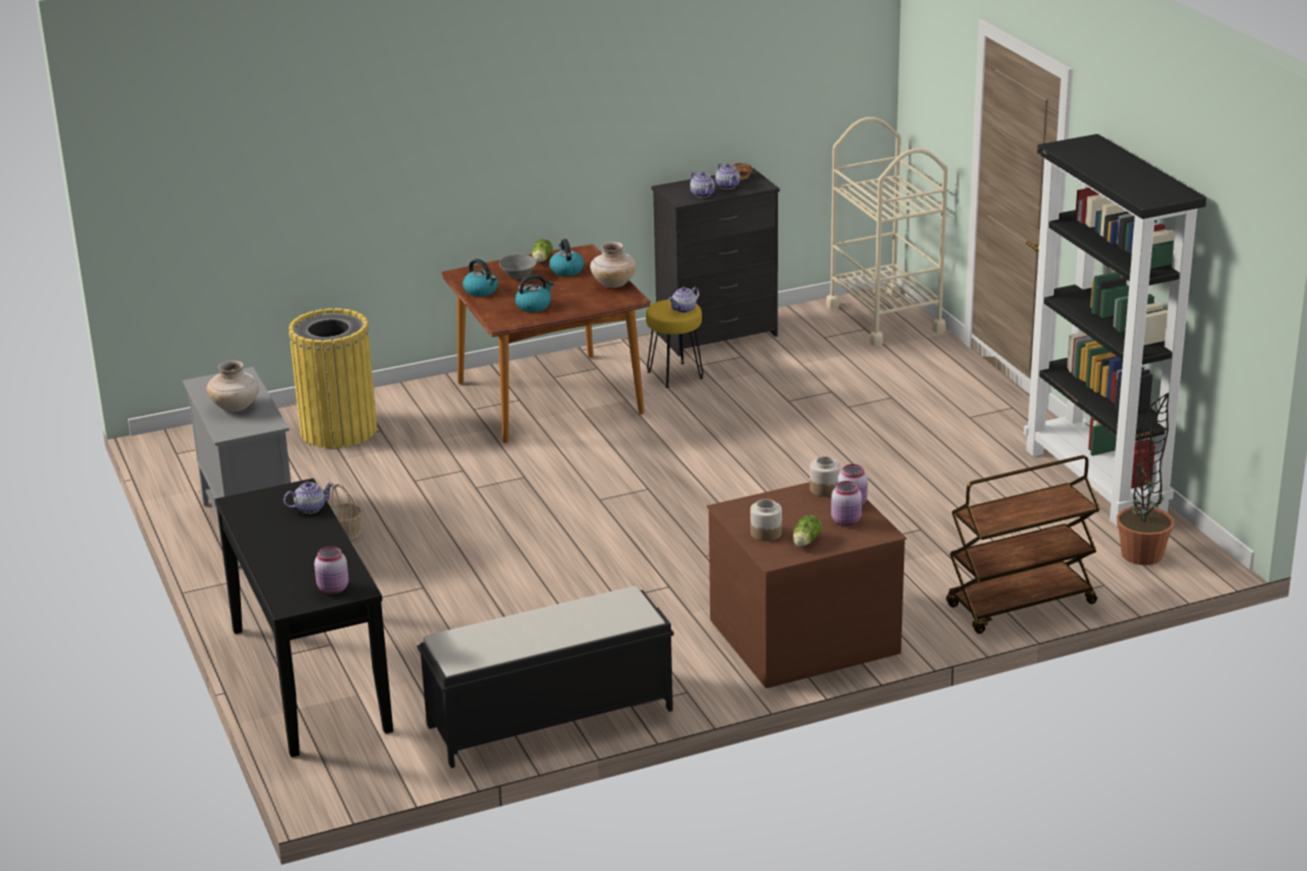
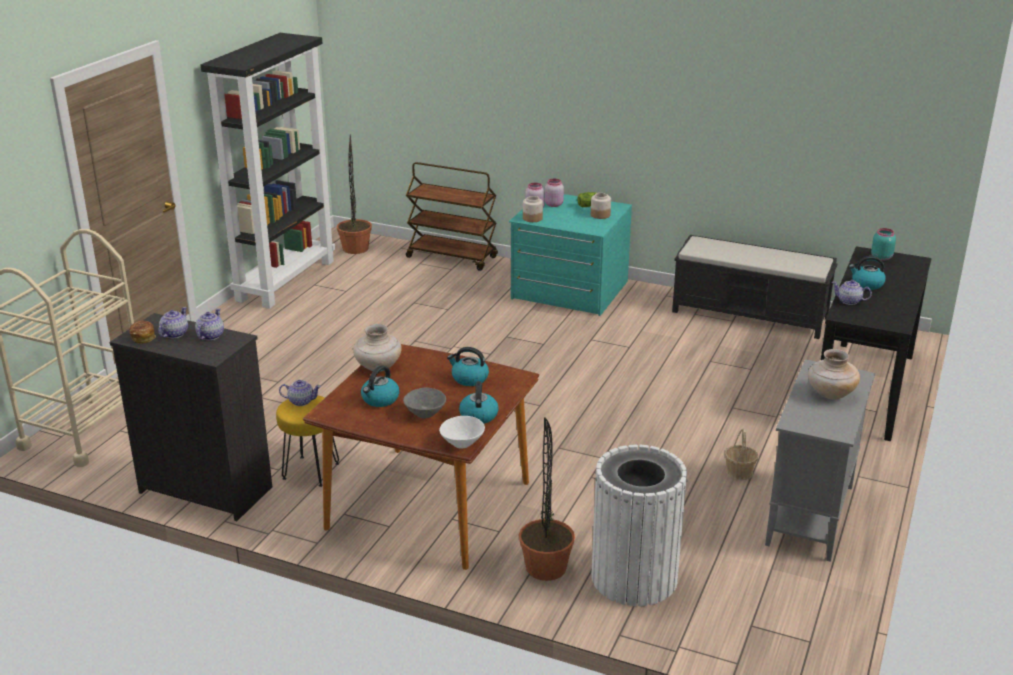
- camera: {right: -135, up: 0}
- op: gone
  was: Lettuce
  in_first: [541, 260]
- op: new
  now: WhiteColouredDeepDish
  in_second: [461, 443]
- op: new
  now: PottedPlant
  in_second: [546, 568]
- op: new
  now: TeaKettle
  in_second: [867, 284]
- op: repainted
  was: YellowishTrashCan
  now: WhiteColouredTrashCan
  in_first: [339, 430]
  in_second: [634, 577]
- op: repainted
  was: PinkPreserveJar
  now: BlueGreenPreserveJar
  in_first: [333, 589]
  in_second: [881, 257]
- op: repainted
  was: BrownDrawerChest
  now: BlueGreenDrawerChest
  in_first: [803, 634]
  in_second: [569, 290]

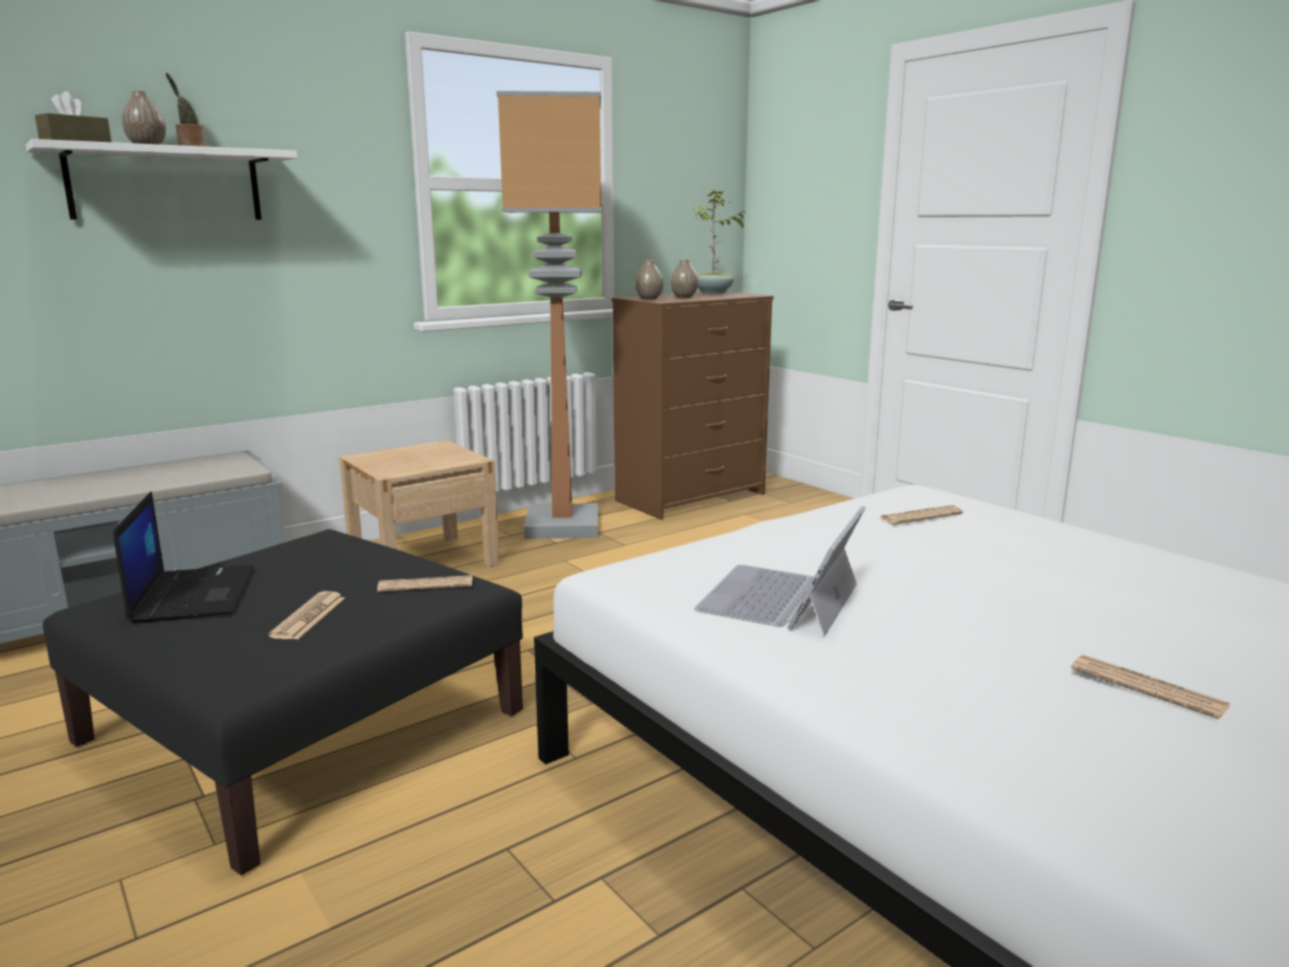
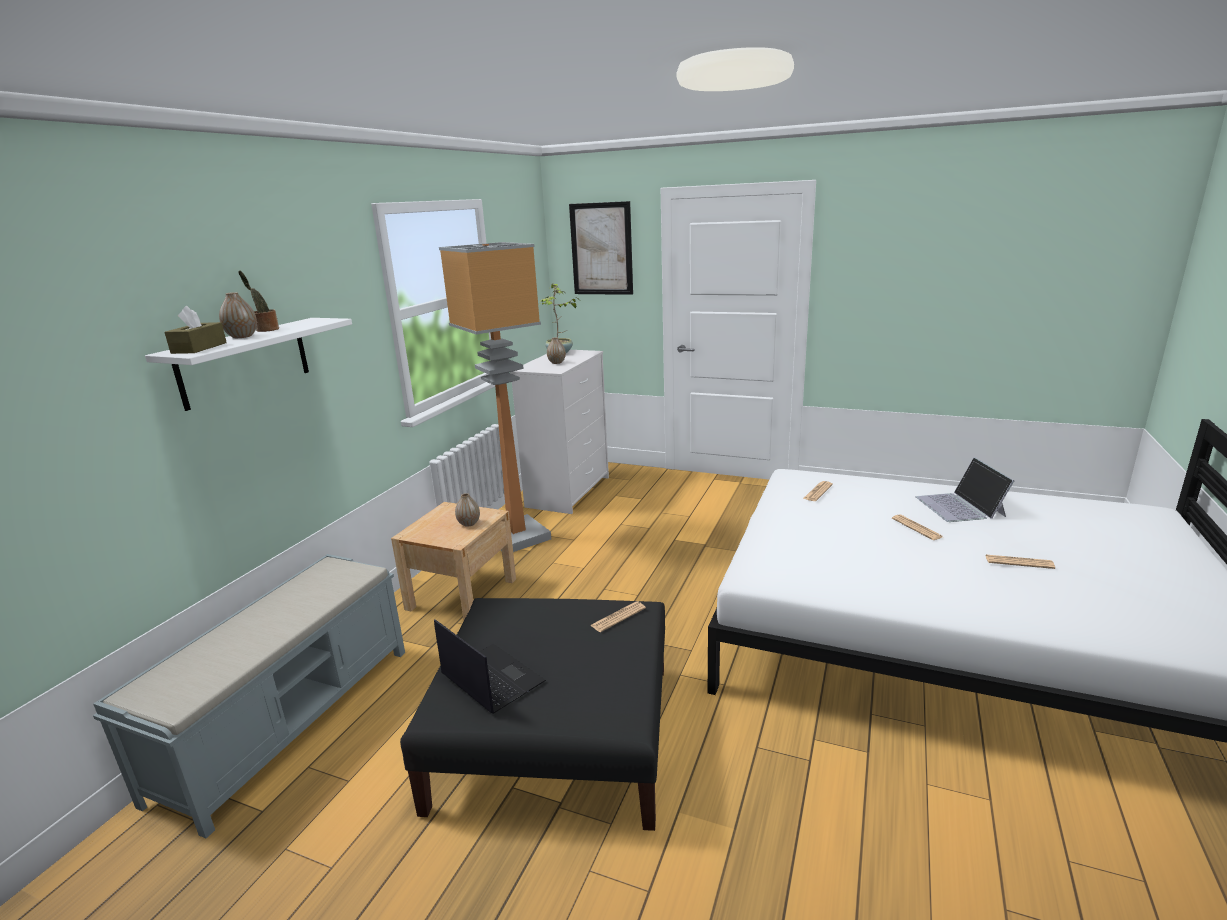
- camera: {right: -30, up: 5}
- op: new
  now: Picture
  in_second: [601, 249]
- op: shifted
  was: PrintedPaper
  in_first: [308, 617]
  in_second: [917, 528]
- op: shifted
  was: FlowerVase
  in_first: [649, 299]
  in_second: [469, 523]
- op: shifted
  was: PortableComputer
  in_first: [781, 598]
  in_second: [960, 506]
- op: repainted
  was: BrownDrawerChest
  now: WhiteColouredDrawerChest
  in_first: [691, 497]
  in_second: [568, 491]

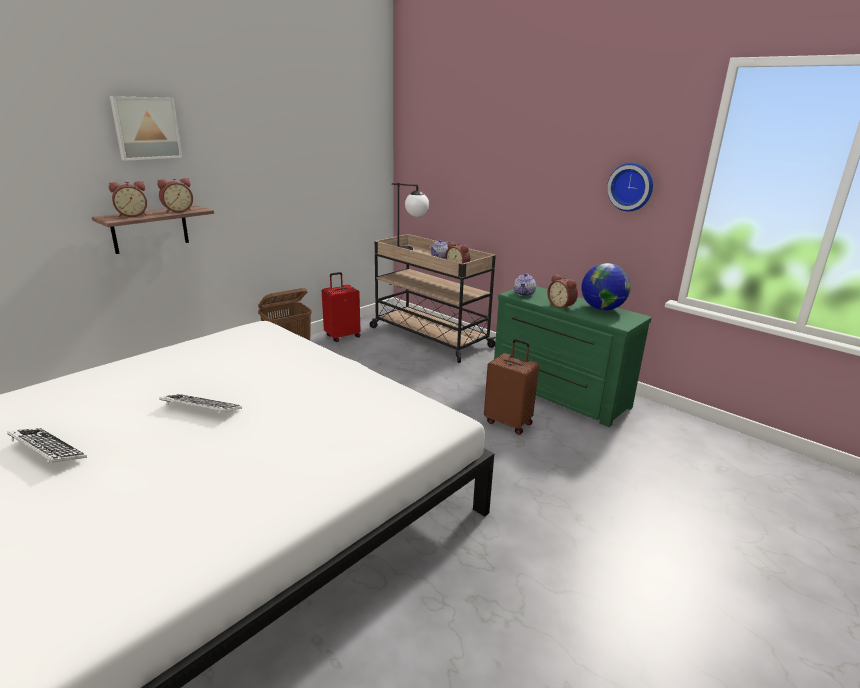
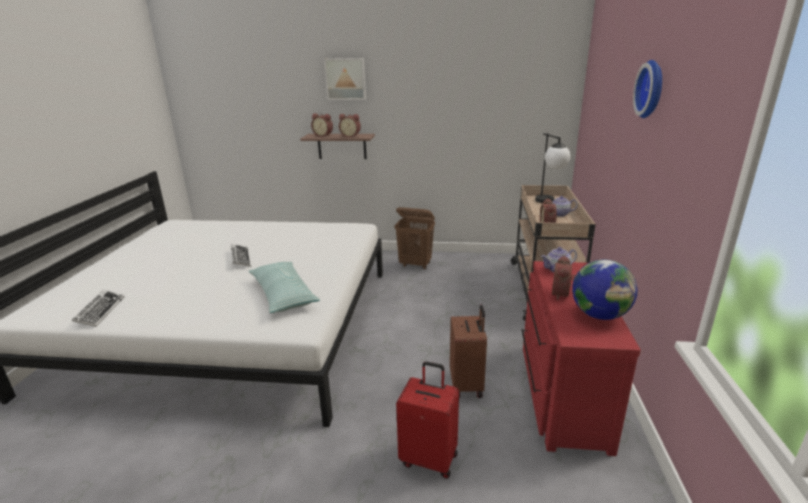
- camera: {right: 55, up: 0}
- op: new
  now: ThrowPillow
  in_second: [283, 295]
- op: shifted
  was: PcKeyboard
  in_first: [47, 450]
  in_second: [100, 311]
- op: shifted
  was: RedPieceOfLuggage
  in_first: [342, 336]
  in_second: [429, 458]
- op: shifted
  was: WallClock
  in_first: [631, 186]
  in_second: [652, 89]
- op: repainted
  was: GreenColouredDrawerChest
  now: RedDrawerChest
  in_first: [557, 394]
  in_second: [560, 393]

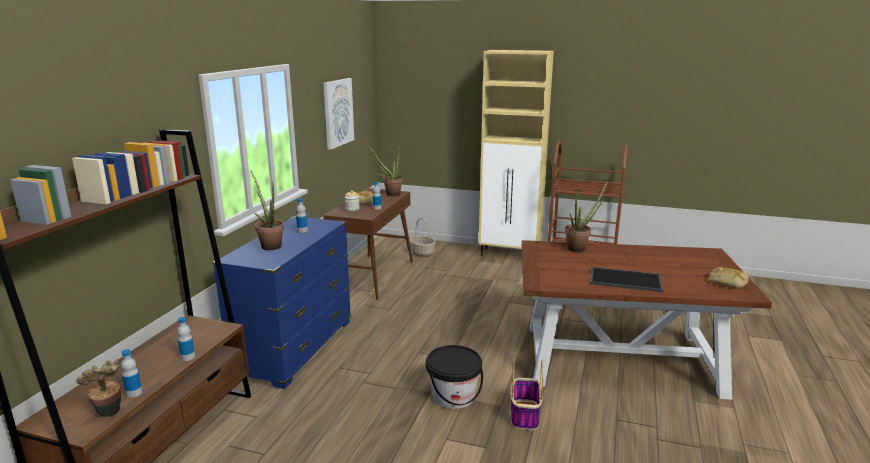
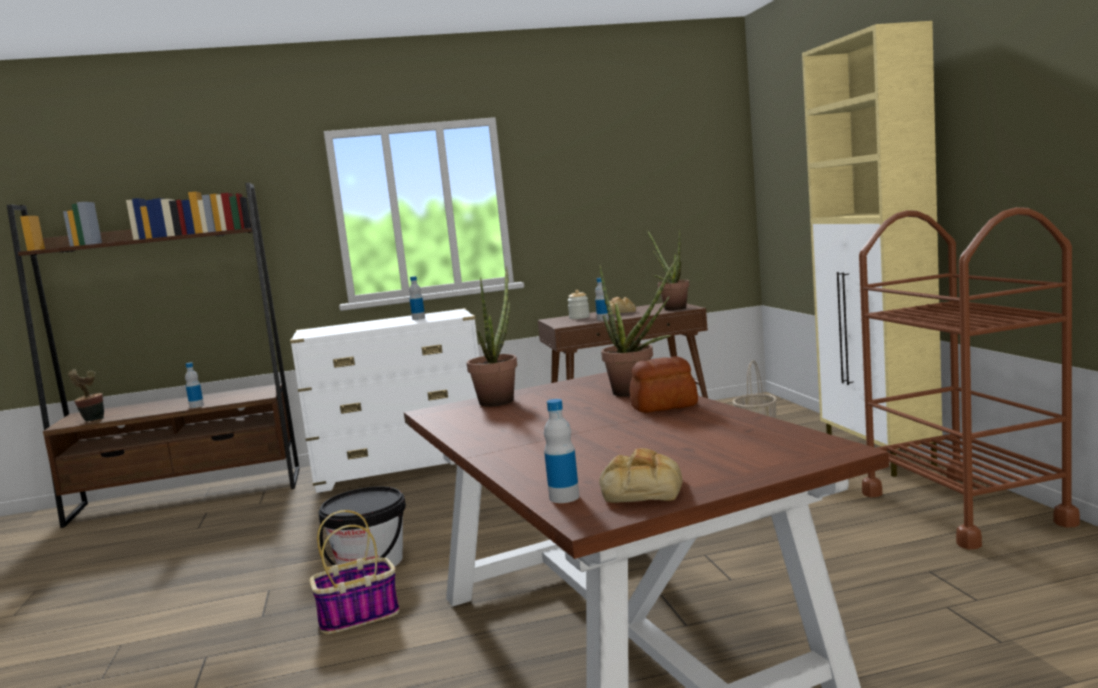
- camera: {right: 60, up: -10}
- op: gone
  was: Picture
  in_first: [338, 112]
- op: gone
  was: ServingTray
  in_first: [624, 280]
- op: new
  now: BakeryBread
  in_second: [663, 406]
- op: shifted
  was: BeverageBottle
  in_first: [134, 393]
  in_second: [564, 497]
- op: shifted
  was: PottedPlant
  in_first: [269, 245]
  in_second: [500, 399]
- op: repainted
  was: BluishDrawerChest
  now: WhiteColouredDrawerChest
  in_first: [295, 348]
  in_second: [404, 468]

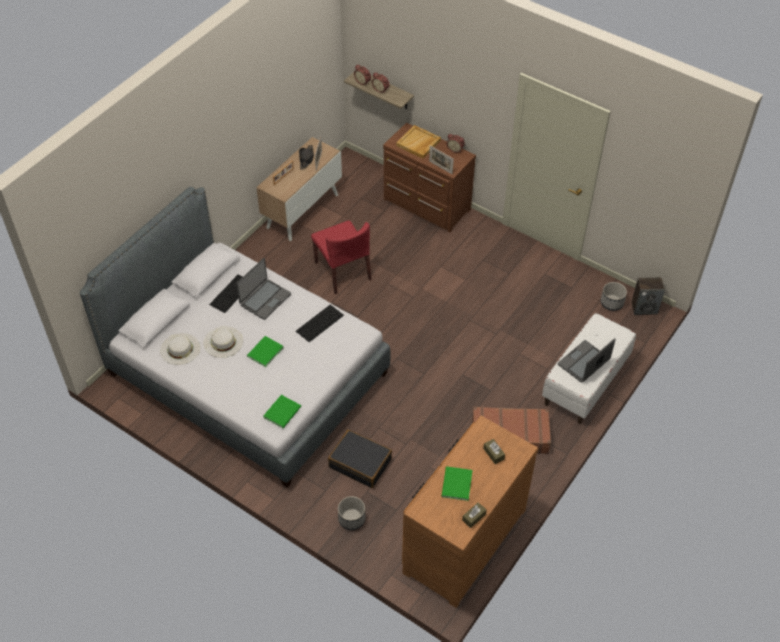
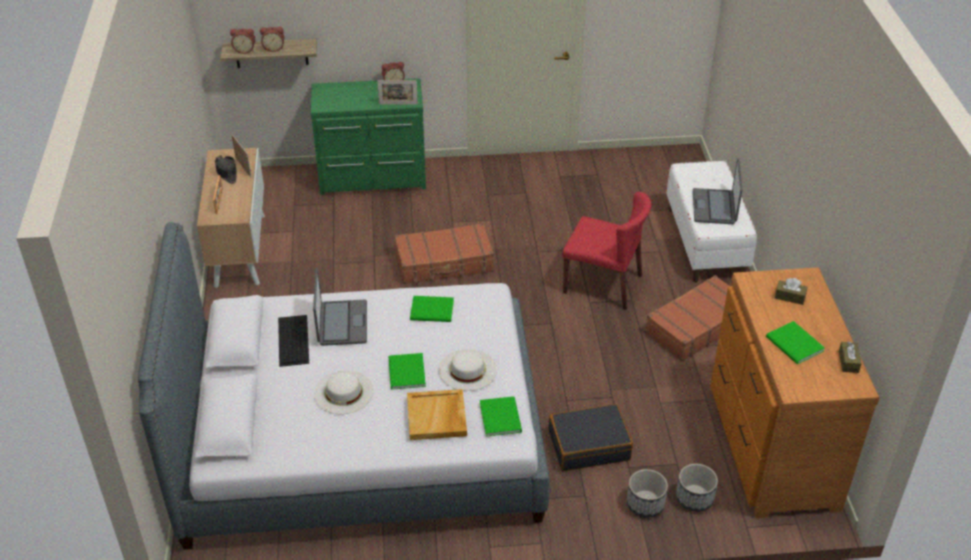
- camera: {right: -40, up: -10}
- op: gone
  was: Speaker
  in_first: [644, 308]
- op: new
  now: BrownPieceOfLuggage
  in_second: [444, 263]
- op: shifted
  was: WhiteColouredHat
  in_first: [180, 349]
  in_second: [467, 370]
- op: shifted
  was: RedPlainChair
  in_first: [343, 271]
  in_second: [603, 284]
- op: shifted
  was: BeigeServingTray
  in_first: [418, 143]
  in_second: [437, 417]
- op: shifted
  was: PlantPot
  in_first: [612, 303]
  in_second: [695, 498]
- op: swapped
  was: PcKeyboard
  now: GreenColouredBoundBook
  in_first: [319, 323]
  in_second: [433, 311]
- op: repainted
  was: BrownDrawerChest
  now: GreenColouredDrawerChest
  in_first: [426, 206]
  in_second: [373, 178]

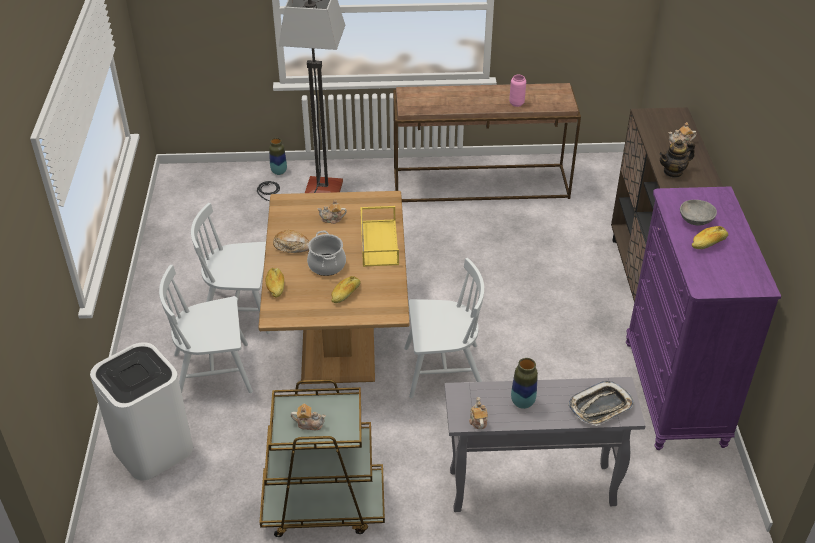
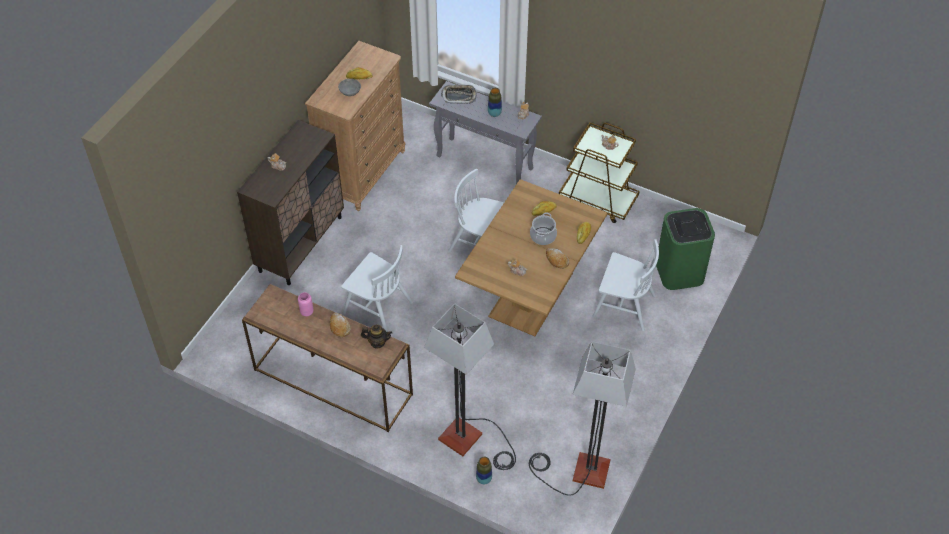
- camera: {right: -150, up: 10}
- op: gone
  was: YellowishServingTray
  in_first: [378, 242]
- op: new
  now: BakeryBread
  in_second: [339, 327]
- op: new
  now: StandardLamp
  in_second: [579, 471]
- op: shifted
  was: WhiteColouredPlainChair
  in_first: [240, 310]
  in_second: [377, 307]
- op: shifted
  was: TeaPot
  in_first: [673, 172]
  in_second: [377, 342]
- op: repainted
  was: WhiteColouredTrashCan
  now: GreenColouredTrashCan
  in_first: [152, 448]
  in_second: [680, 272]
- op: repainted
  was: PurpleColouredDrawerChest
  now: BrownDrawerChest
  in_first: [674, 393]
  in_second: [363, 173]

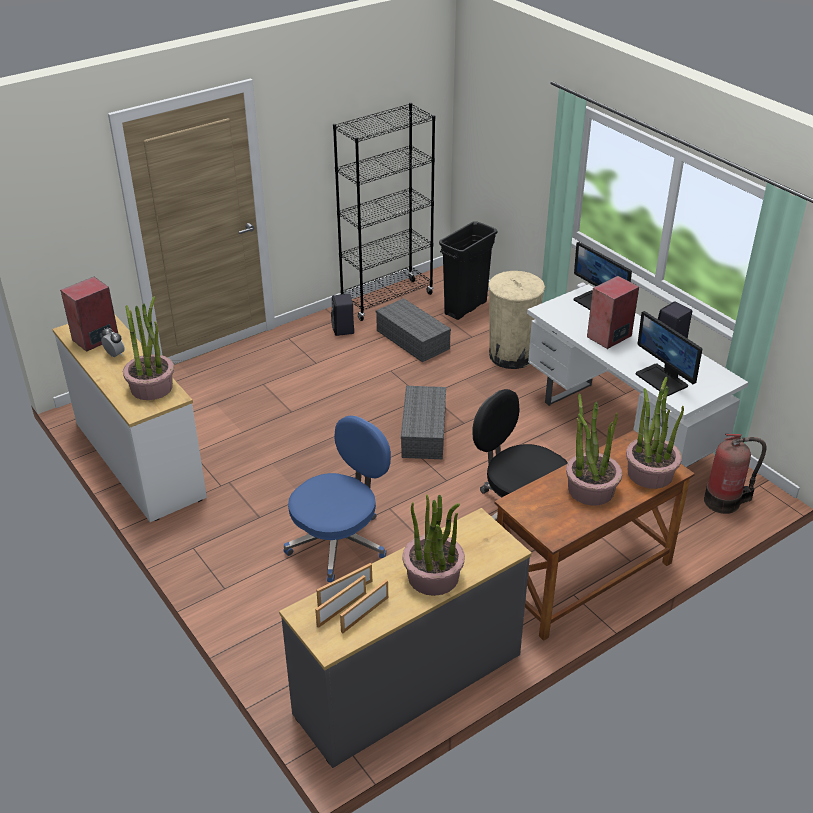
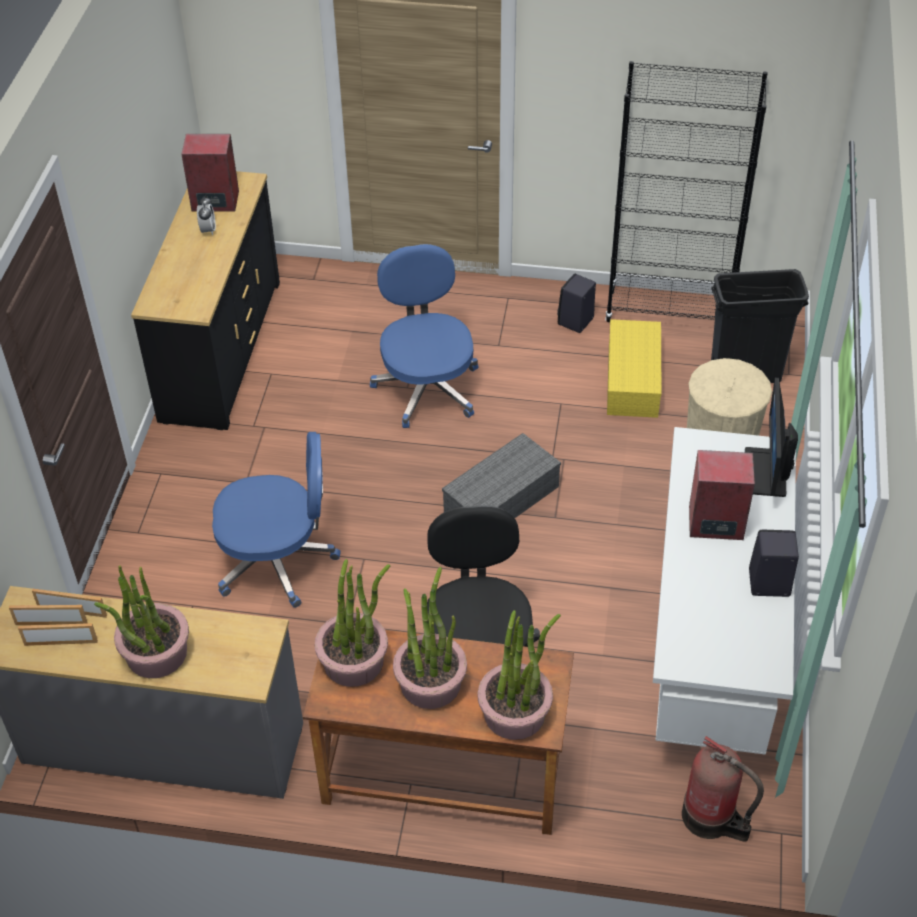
- camera: {right: 45, up: 10}
- op: gone
  was: Monitor
  in_first: [662, 380]
- op: new
  now: BluishOfficeChair
  in_second: [427, 387]
- op: shifted
  was: PottedPlant
  in_first: [152, 387]
  in_second: [354, 661]
- op: repainted
  was: WhiteColouredDrawerChest
  now: BlackishDrawerChest
  in_first: [138, 460]
  in_second: [220, 350]
- op: repainted
  was: GreyStorageBox
  now: YellowishStorageBox
  in_first: [414, 340]
  in_second: [634, 381]

